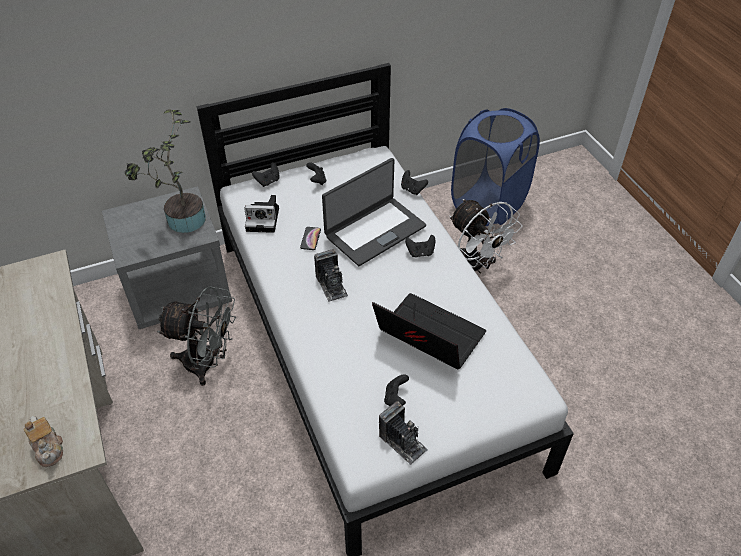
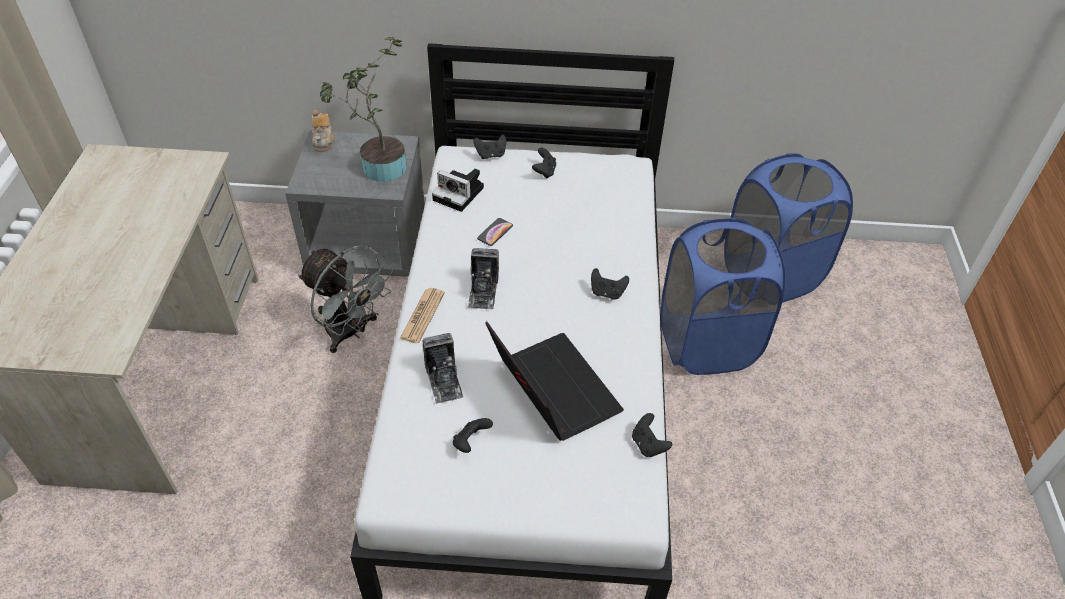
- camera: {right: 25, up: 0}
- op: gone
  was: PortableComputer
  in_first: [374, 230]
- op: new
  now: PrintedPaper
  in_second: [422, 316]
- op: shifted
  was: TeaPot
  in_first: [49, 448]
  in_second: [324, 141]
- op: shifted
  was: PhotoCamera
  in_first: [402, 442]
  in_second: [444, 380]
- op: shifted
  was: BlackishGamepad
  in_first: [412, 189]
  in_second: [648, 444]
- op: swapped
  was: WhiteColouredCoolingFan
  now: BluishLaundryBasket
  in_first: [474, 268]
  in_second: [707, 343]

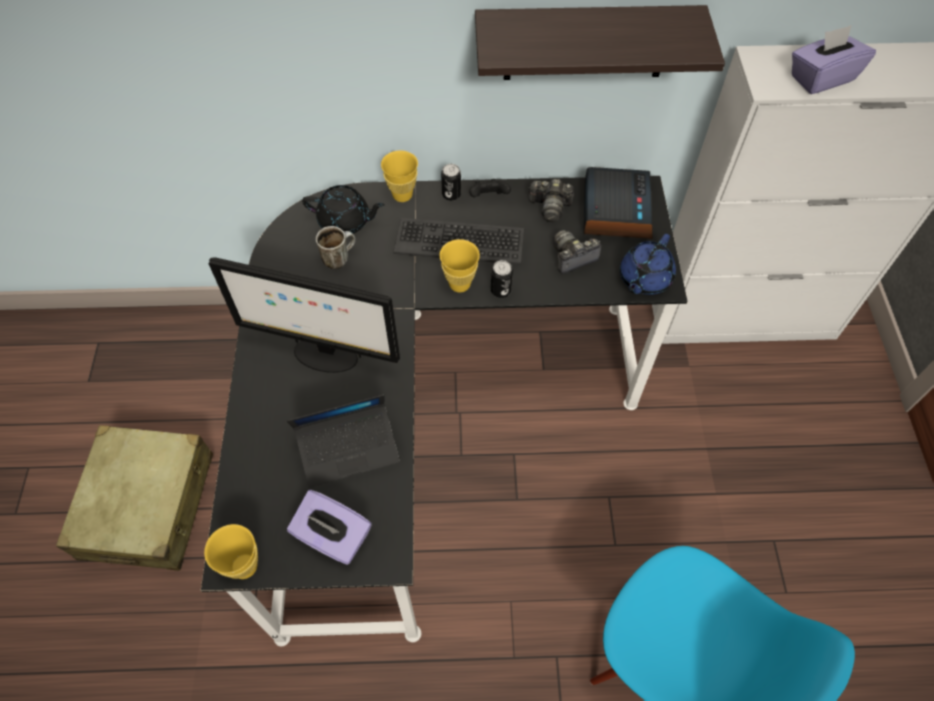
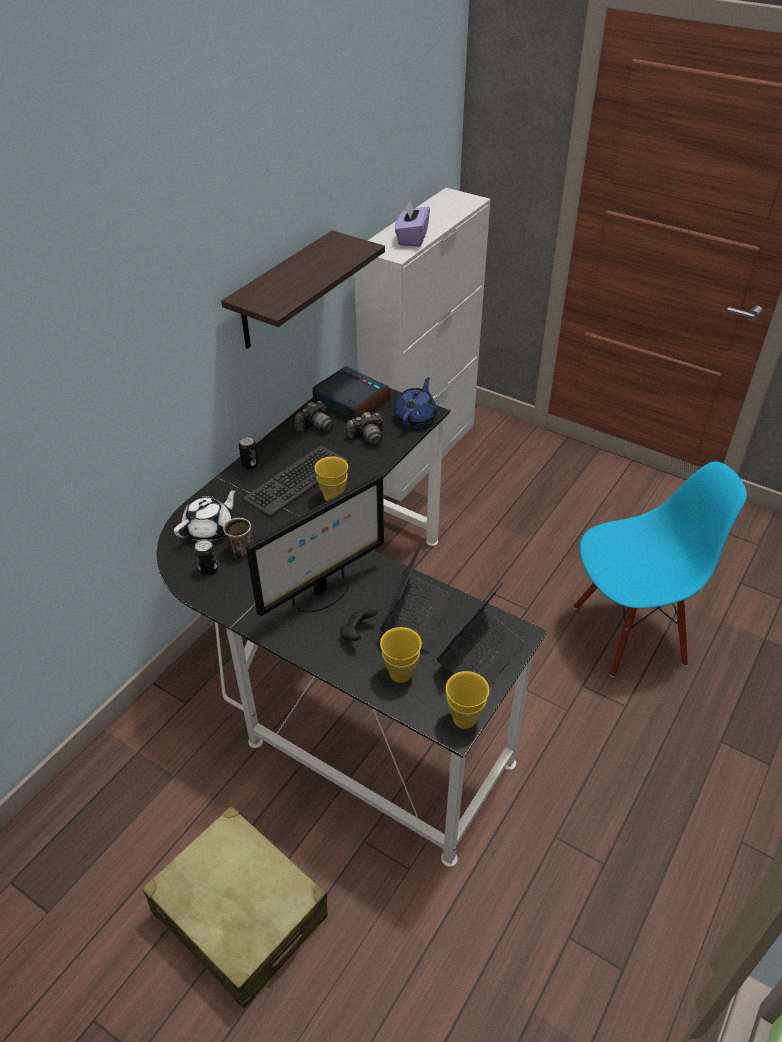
- camera: {right: -55, up: -15}
- op: shifted
  was: YellowishDrinkingCup
  in_first: [402, 195]
  in_second: [400, 674]
- op: shifted
  was: BlackishGamepad
  in_first: [488, 198]
  in_second: [357, 633]
- op: shifted
  was: MetalCan
  in_first: [501, 290]
  in_second: [208, 570]
- op: swapped
  was: PurpleColouredTissueBox
  now: PortableComputer
  in_first: [333, 537]
  in_second: [480, 657]
- op: repainted
  was: BlackishTeaPot
  now: WhiteColouredTeaPot
  in_first: [345, 221]
  in_second: [209, 529]
- op: rotated
  was: PhotoCamera
  in_first: [572, 257]
  in_second: [367, 437]
  clockwise: -120
- op: rotated
  was: BluishTeaPot
  in_first: [644, 279]
  in_second: [416, 417]
  clockwise: -135

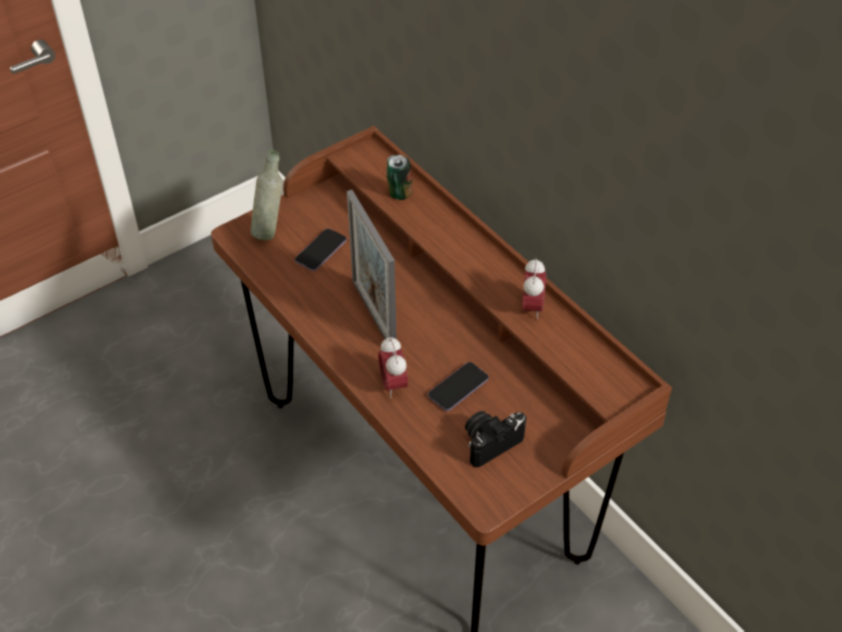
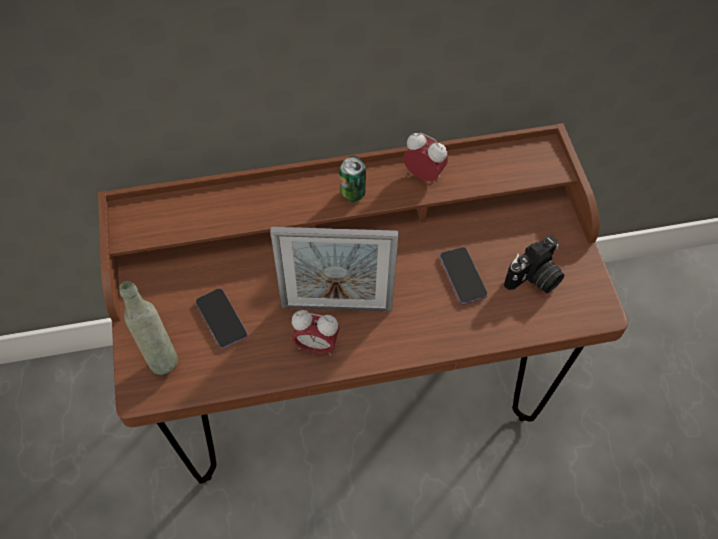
- camera: {right: -65, up: 10}
- op: shifted
  was: TableClock
  in_first: [393, 384]
  in_second: [316, 345]
- op: shifted
  was: MetalCan
  in_first: [399, 193]
  in_second: [352, 194]
- op: rotated
  was: PhotoCamera
  in_first: [490, 442]
  in_second: [534, 278]
  clockwise: -120

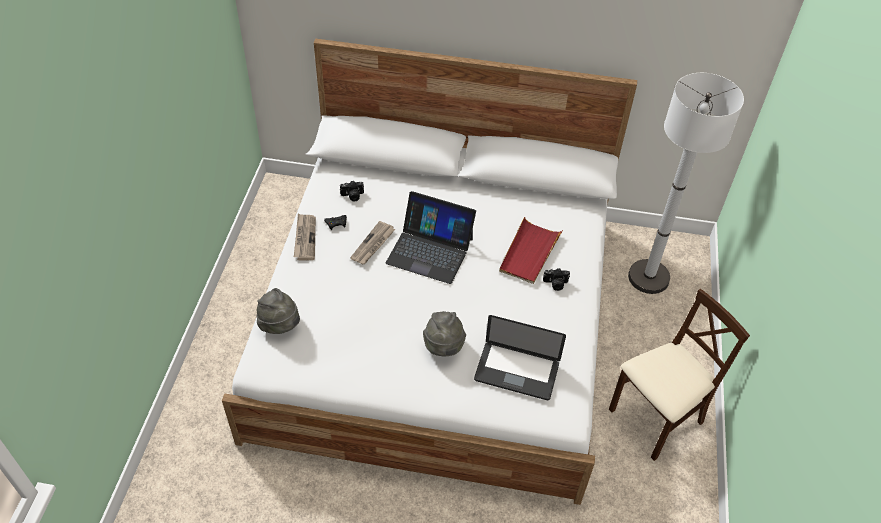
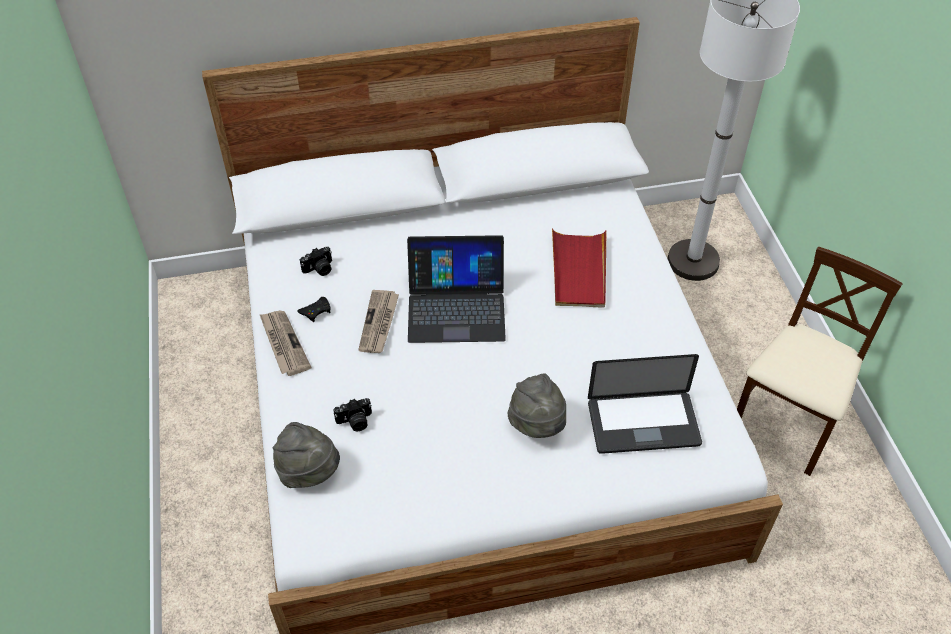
- camera: {right: -20, up: 0}
- op: shifted
  was: PhotoCamera
  in_first: [555, 284]
  in_second: [355, 422]

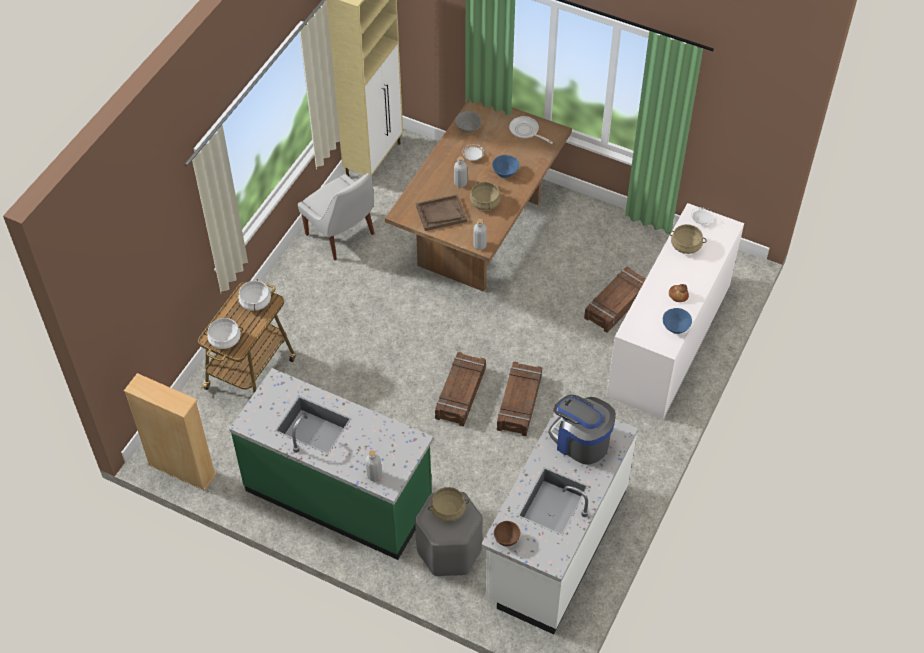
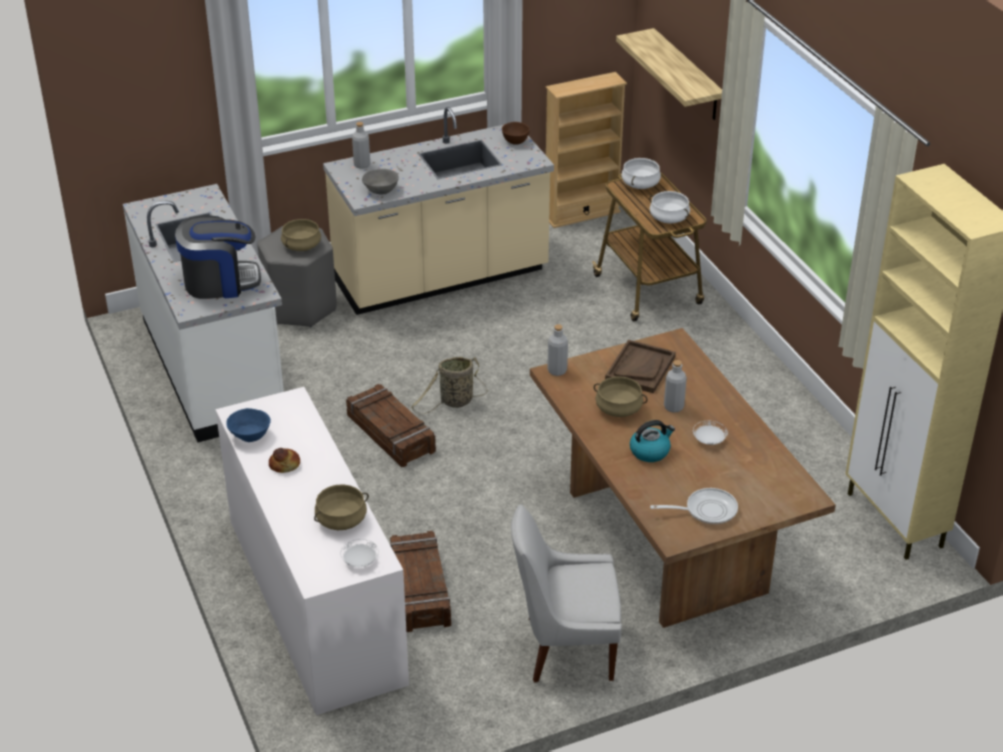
- camera: {right: 130, up: -15}
- op: new
  now: Shelf
  in_second: [687, 75]
- op: shifted
  was: WhiteColouredPlainChair
  in_first: [342, 236]
  in_second: [565, 648]
- op: shifted
  was: GreyDeepDish
  in_first: [467, 128]
  in_second: [381, 190]
- op: shifted
  was: BrownDeepDish
  in_first: [506, 539]
  in_second: [515, 141]
- op: swapped
  was: Crate
  now: HouseholdBasket
  in_first: [461, 393]
  in_second: [454, 402]
- op: swapped
  was: BluishDeepDish
  now: TeaKettle
  in_first: [505, 172]
  in_second: [650, 451]
- op: repainted
  was: GreenColouredCounter
  now: BeigeCounter
  in_first: [339, 495]
  in_second: [441, 278]

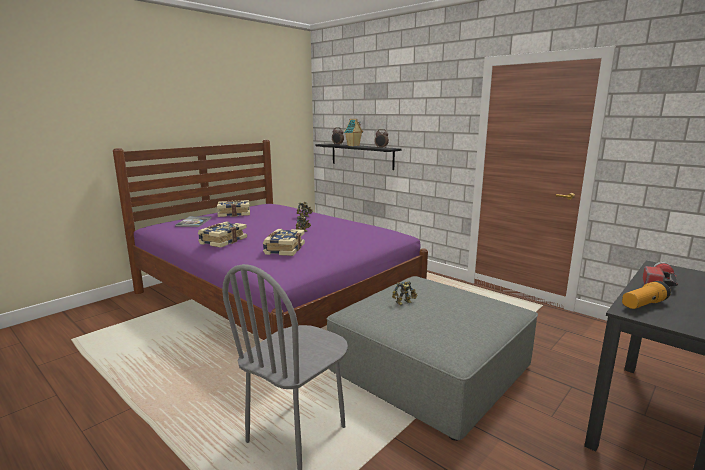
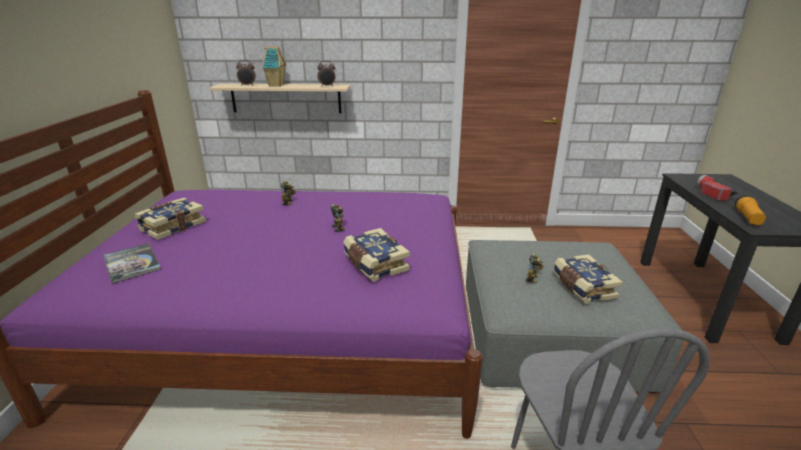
- camera: {right: -40, up: 10}
- op: shifted
  was: BoundBook
  in_first: [222, 241]
  in_second: [582, 287]
- op: repainted
  was: BlackishShelf
  now: BeigeShelf
  in_first: [362, 156]
  in_second: [286, 98]

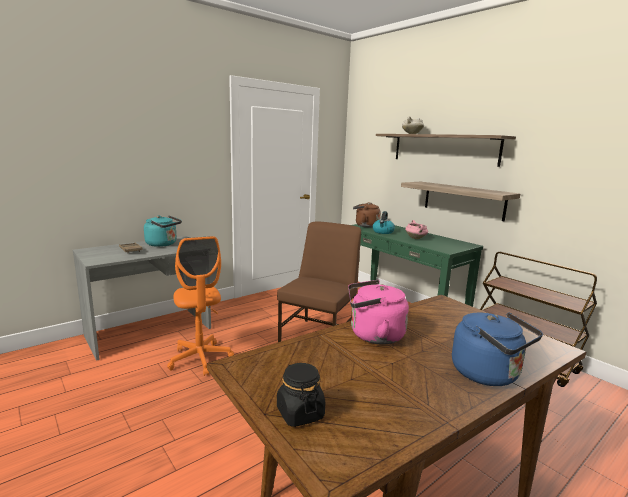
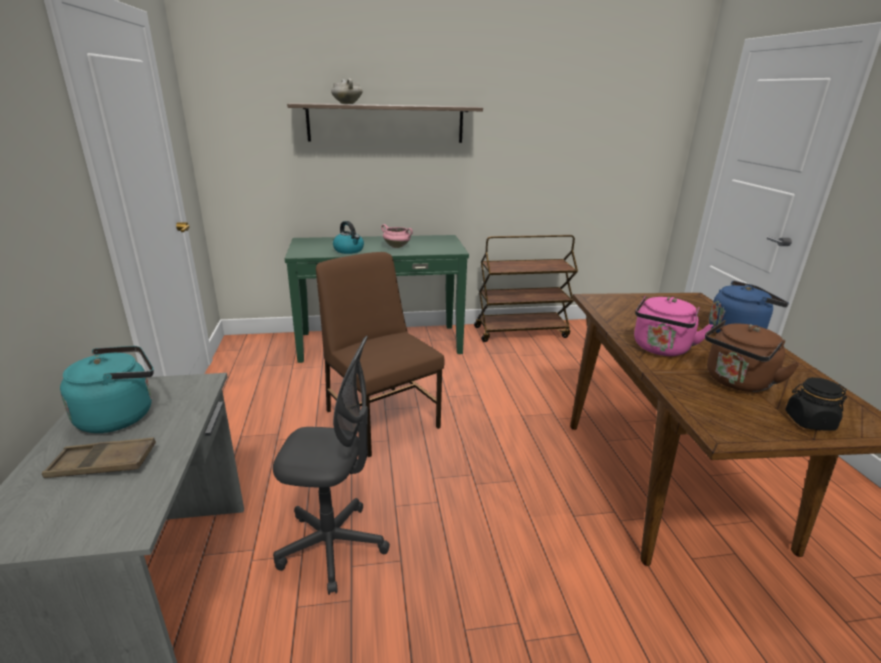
- camera: {right: -60, up: 10}
- op: gone
  was: Shelf
  in_first: [463, 200]
- op: shifted
  was: BrownTeaKettle
  in_first: [365, 225]
  in_second: [736, 382]
- op: repainted
  was: OrangeOfficeChair
  now: GreyOfficeChair
  in_first: [200, 359]
  in_second: [332, 546]

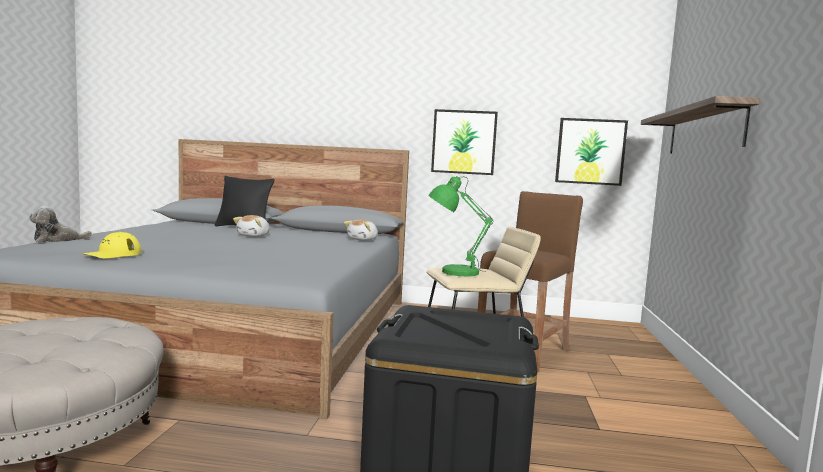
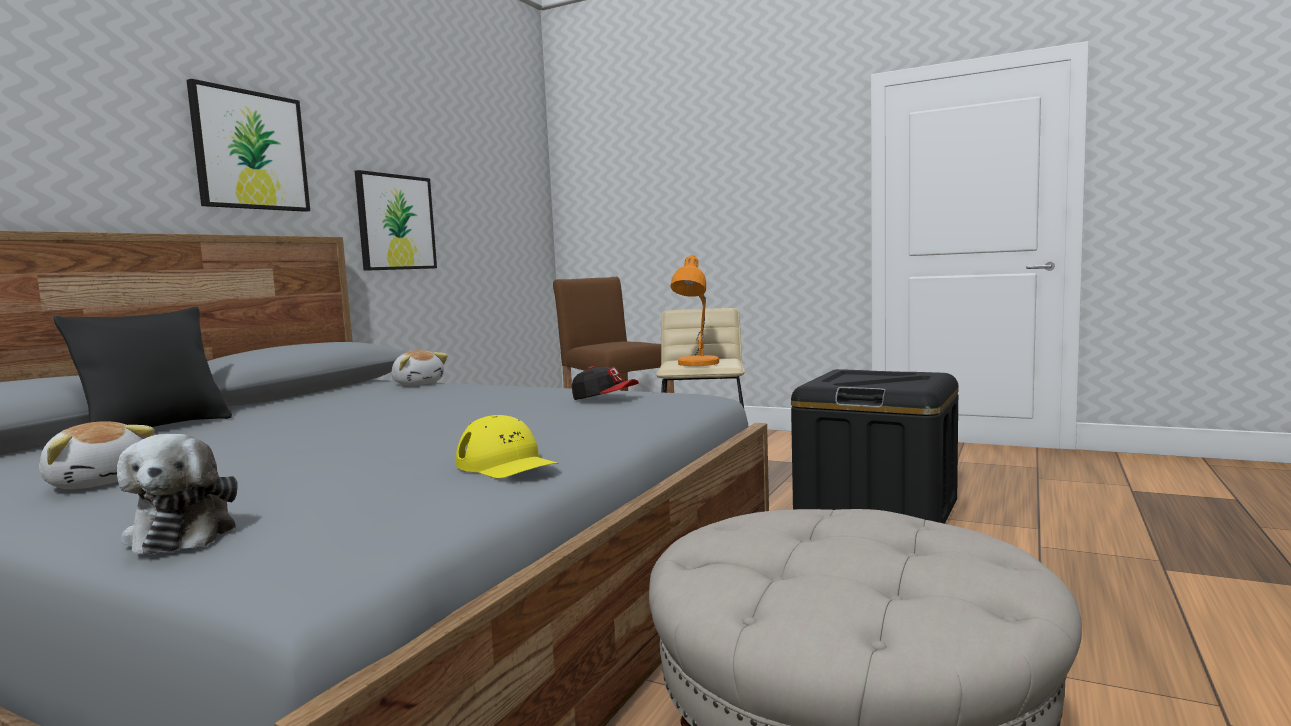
- camera: {right: -70, up: 0}
- op: gone
  was: Shelf
  in_first: [704, 131]
- op: new
  now: PeakedCap
  in_second: [605, 399]
- op: shifted
  was: CuddlyToy
  in_first: [254, 236]
  in_second: [99, 482]
- op: shifted
  was: Picture
  in_first: [590, 151]
  in_second: [250, 150]
- op: repainted
  was: GreenColouredTabletopLamp
  now: OrangeTabletopLamp
  in_first: [455, 272]
  in_second: [696, 364]

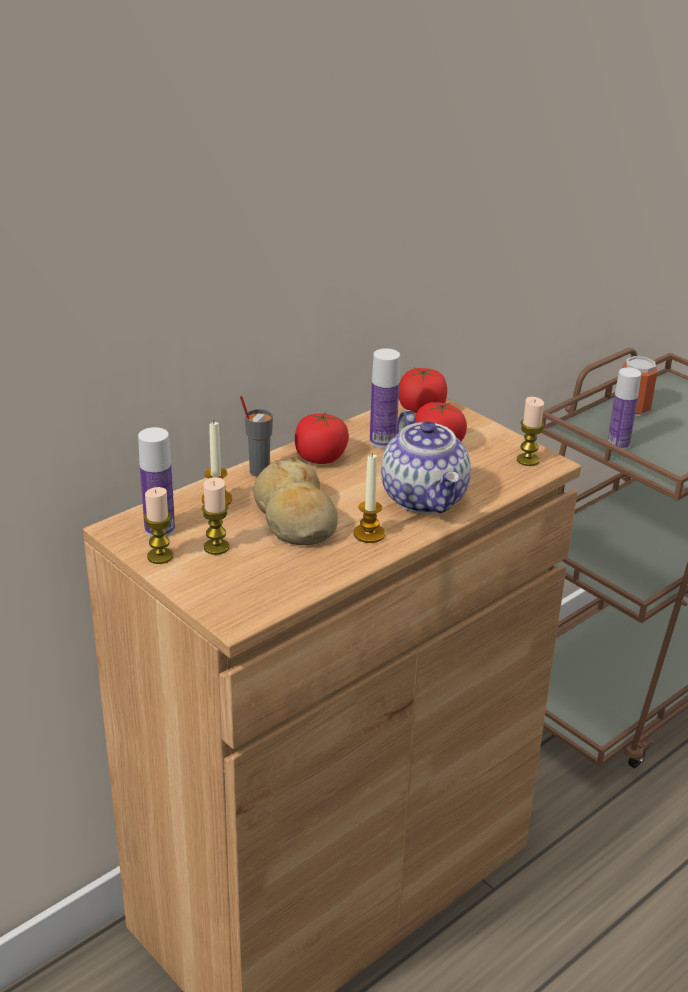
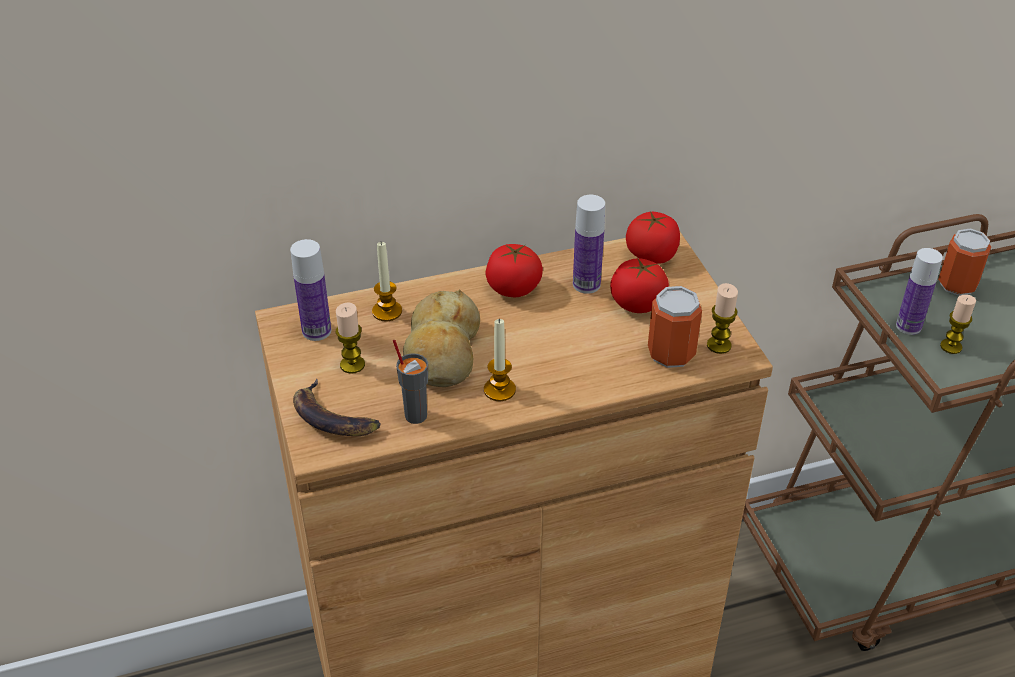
- camera: {right: 25, up: 10}
- op: gone
  was: TeaPot
  in_first: [425, 498]
- op: new
  now: Banana
  in_second: [334, 417]
- op: new
  now: MetalCan
  in_second: [671, 353]
- op: shifted
  was: WaxLight
  in_first: [160, 556]
  in_second: [951, 346]
- op: shifted
  was: GreyDrinkingCup
  in_first: [259, 471]
  in_second: [415, 415]

